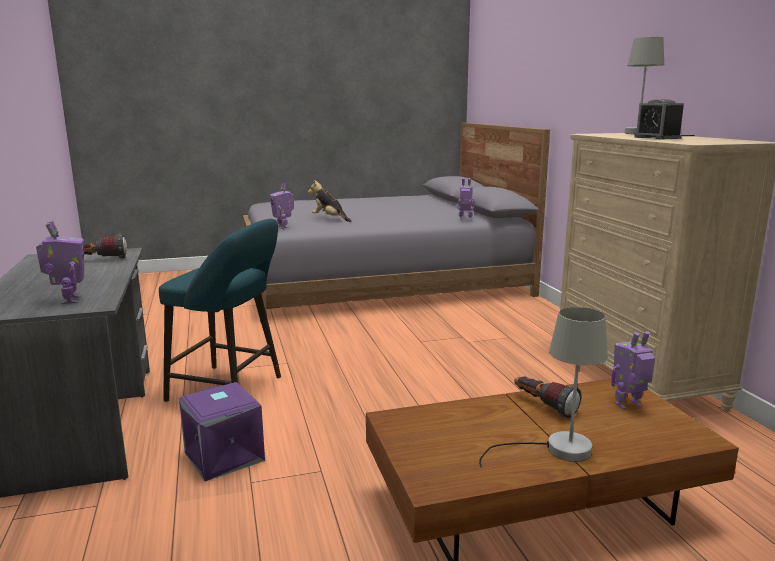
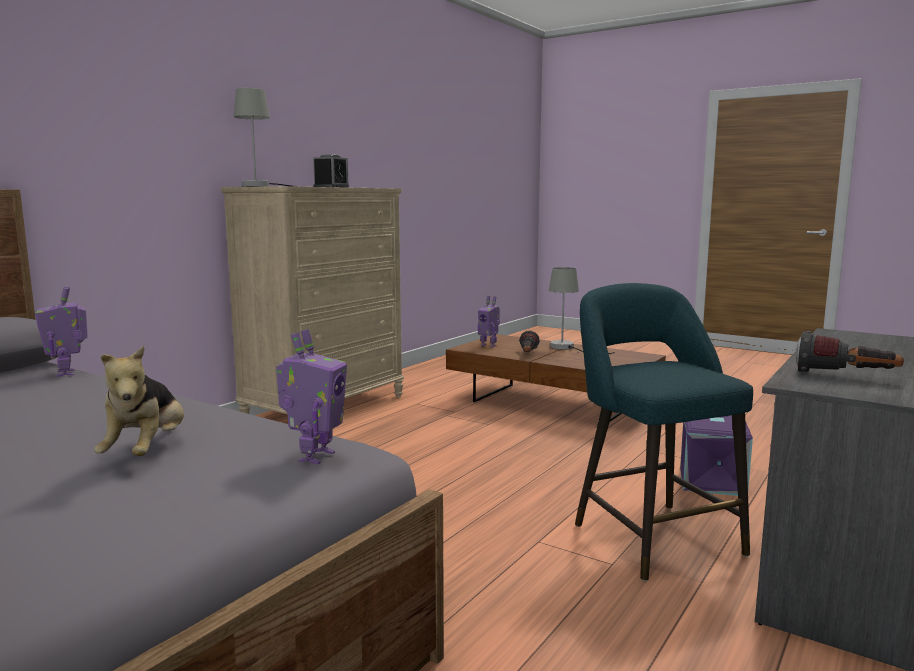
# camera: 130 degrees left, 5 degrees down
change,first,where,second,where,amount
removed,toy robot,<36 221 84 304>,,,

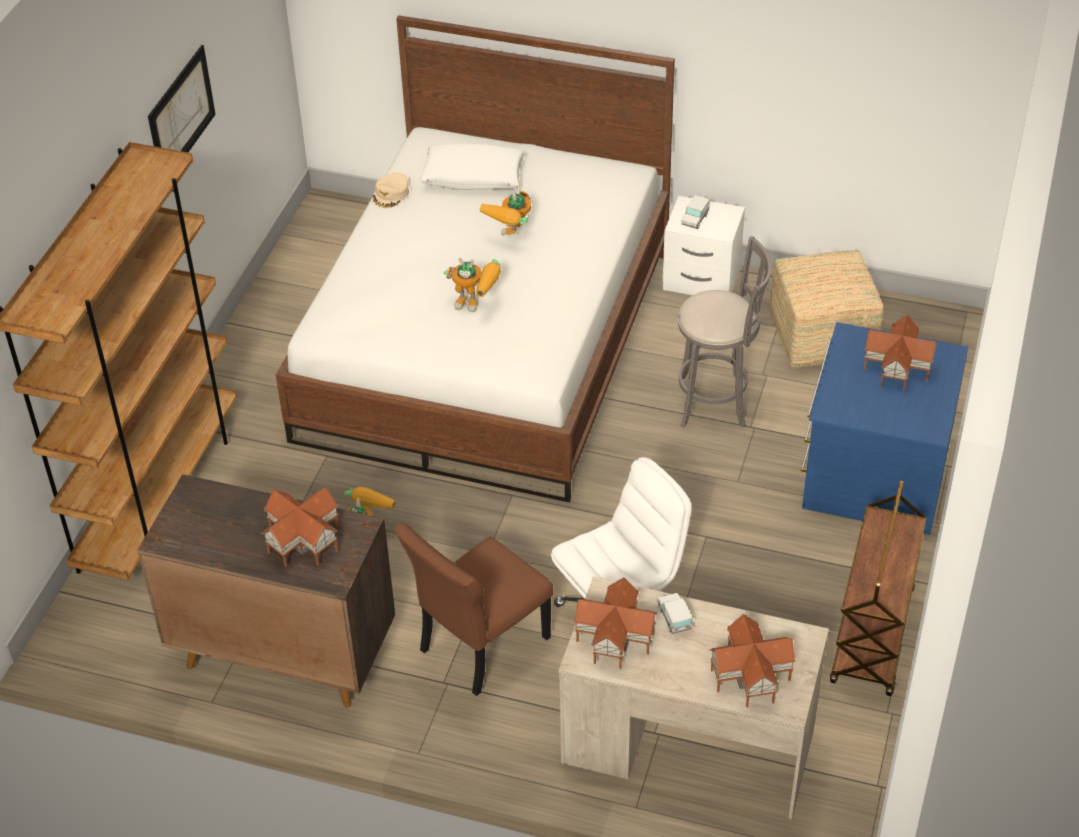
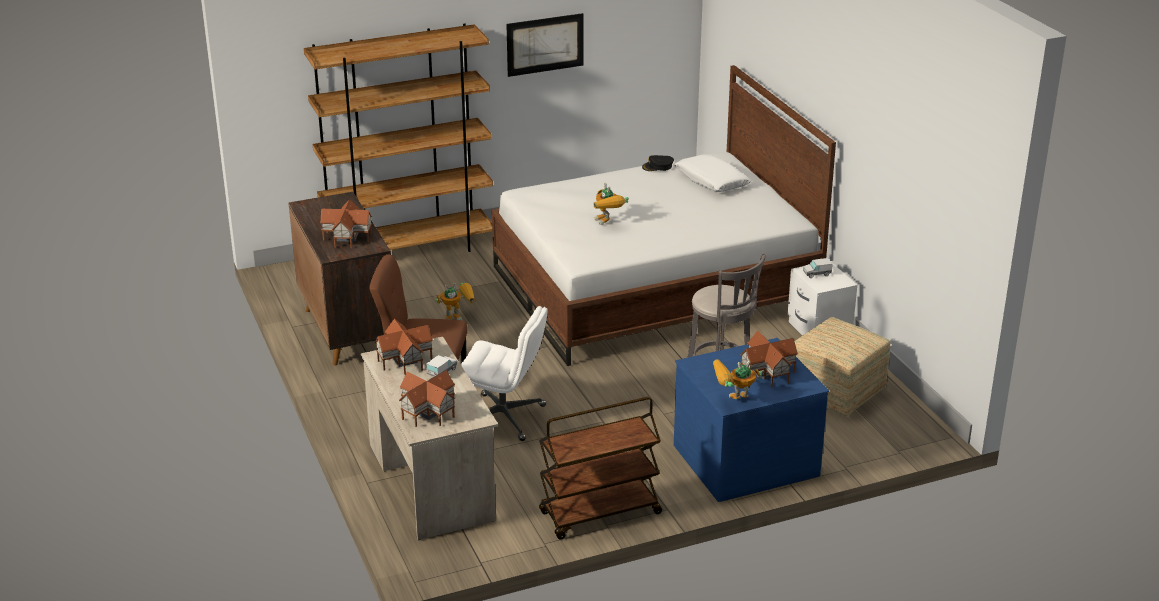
# camera: 50 degrees right, 15 degrees down
change,first,where,second,where,amount
moved,toy robot,<480 186 531 236>,,<713 359 762 399>,
recoloured,beige cap,<372 173 409 208>,black cap,<642 155 674 171>,

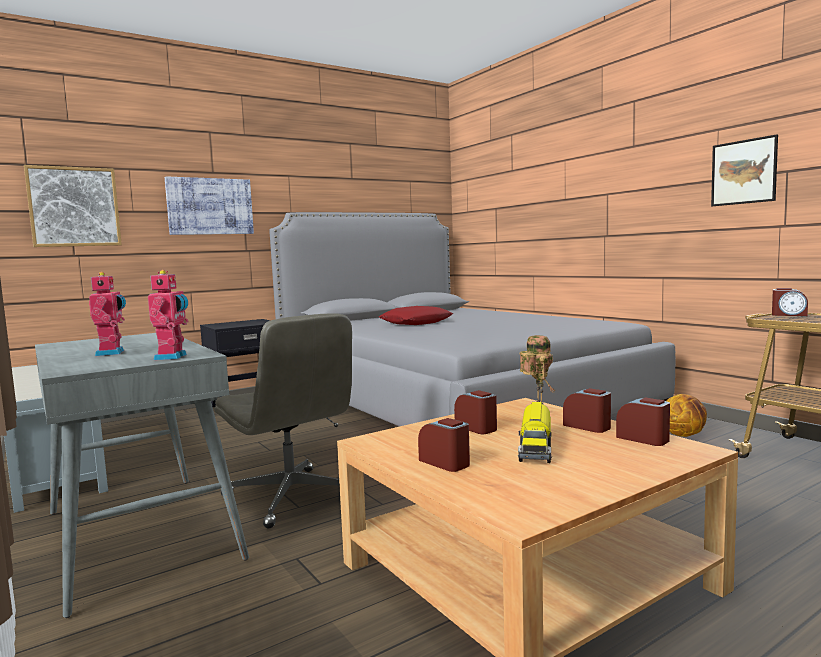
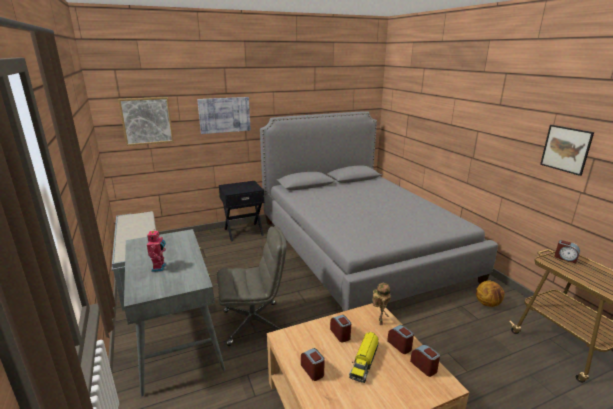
# camera: 10 degrees right, 15 degrees up
change,first,where,second,where,amount
removed,toy robot,<148 270 189 360>,,,
removed,red pillow,<379 306 453 325>,,,
turned,grey office chair,<214 313 352 528>,,<217 226 287 346>,75 degrees counterclockwise

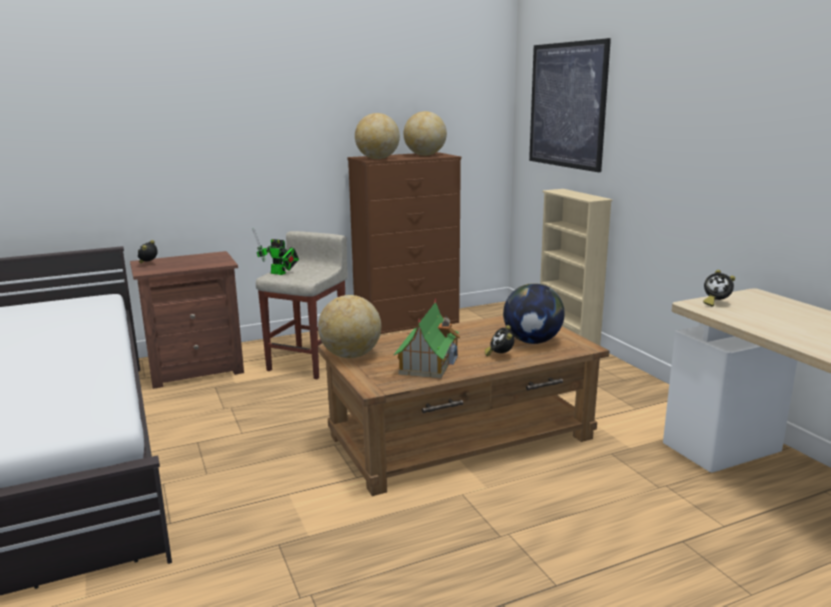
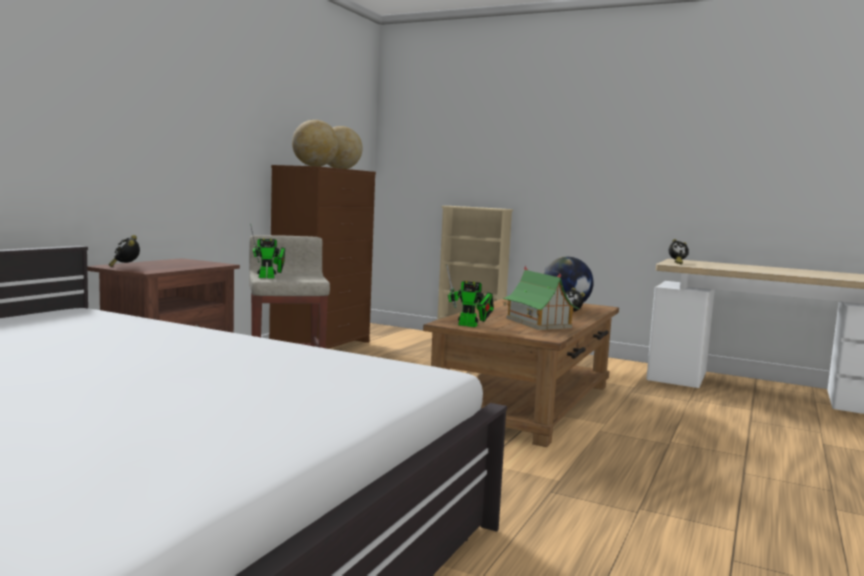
# camera: 40 degrees left, 10 degrees down
change,first,where,second,where,amount
removed,picture,<529 38 611 172>,,,
replaced,globe,<318 295 381 358>,toy robot,<446 265 494 327>,

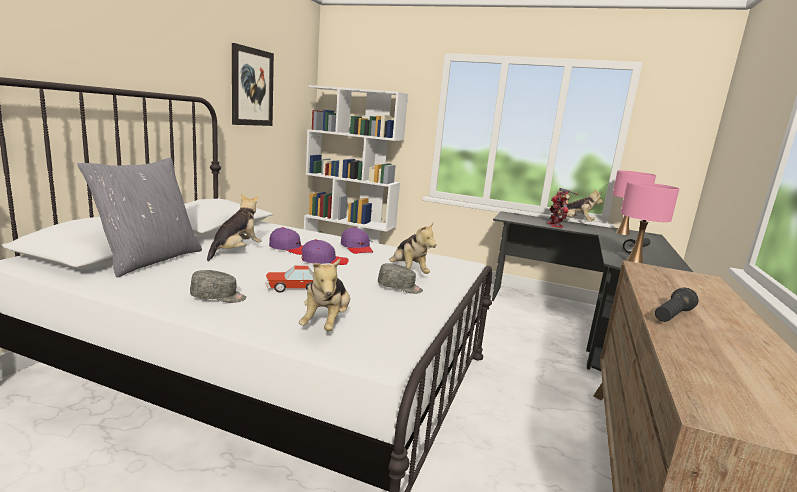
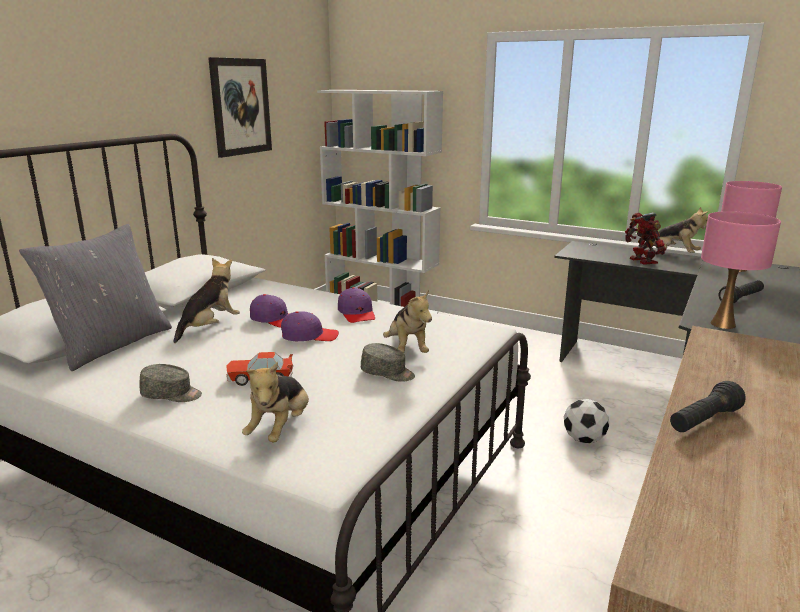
# camera: 10 degrees right, 5 degrees up
change,first,where,second,where,amount
added,,,football,<564 399 609 443>,
turned,toy robot,<547 188 579 228>,,<625 212 666 265>,150 degrees clockwise

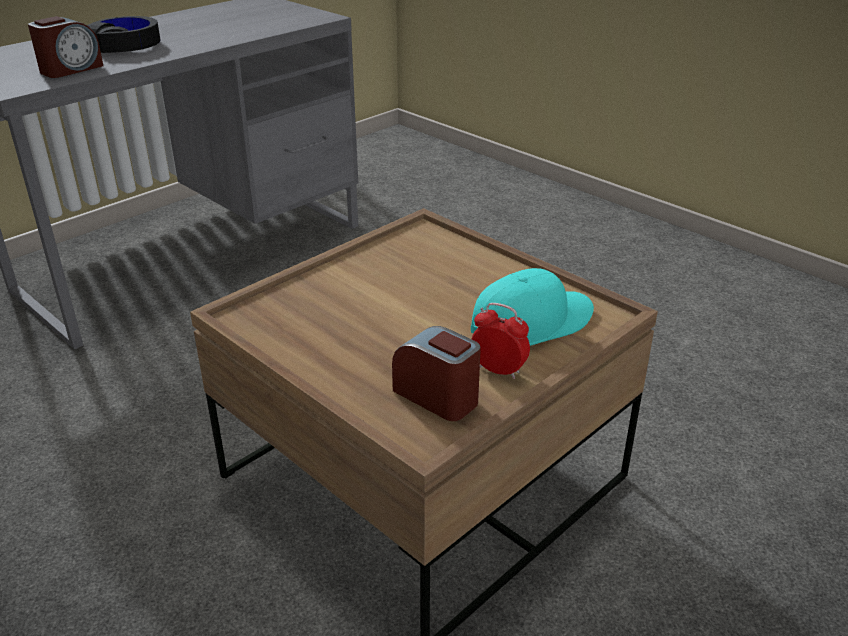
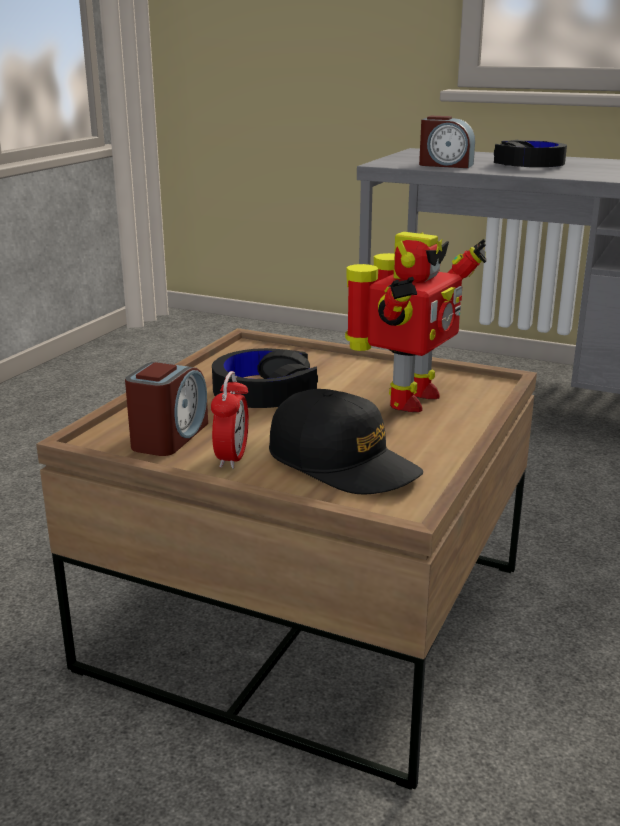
# camera: 70 degrees right, 10 degrees down
change,first,where,second,where,amount
added,,,black headphones,<212 348 318 408>,
added,,,toy robot,<345 232 486 412>,
recoloured,turquoise cap,<471 268 594 346>,black cap,<269 389 423 495>,

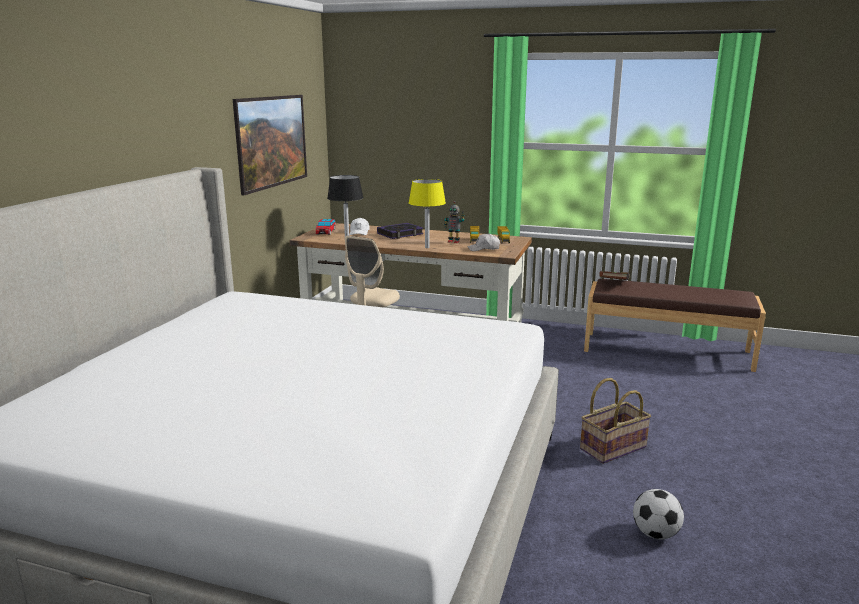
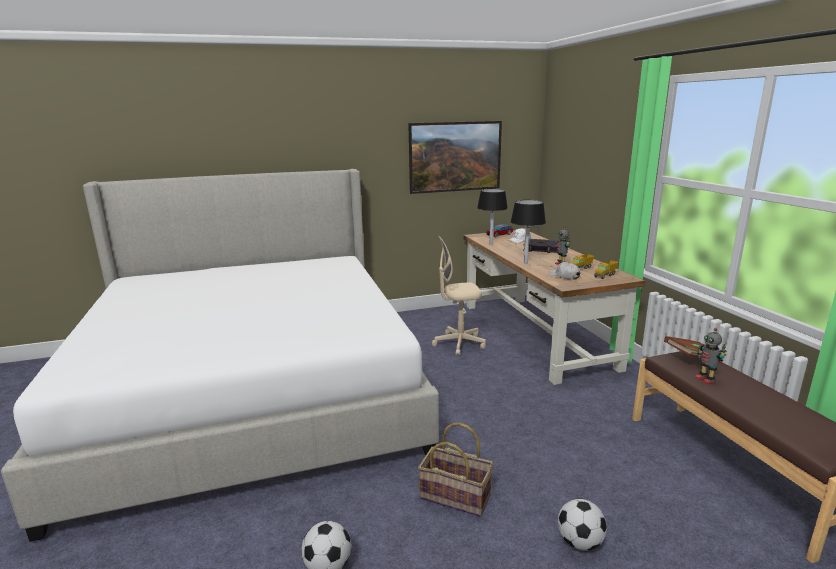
# camera: 55 degrees right, 0 degrees up
change,first,where,second,where,amount
added,,,football,<558 499 607 551>,
added,,,toy robot,<696 328 726 384>,
recoloured,yellow table lamp,<409 179 446 248>,black table lamp,<510 200 546 264>,

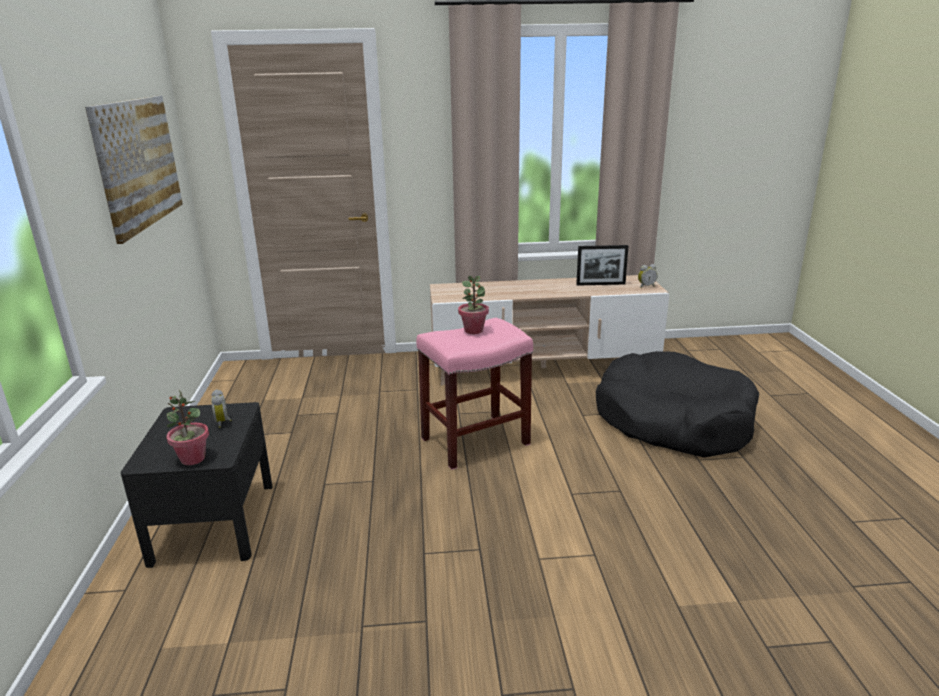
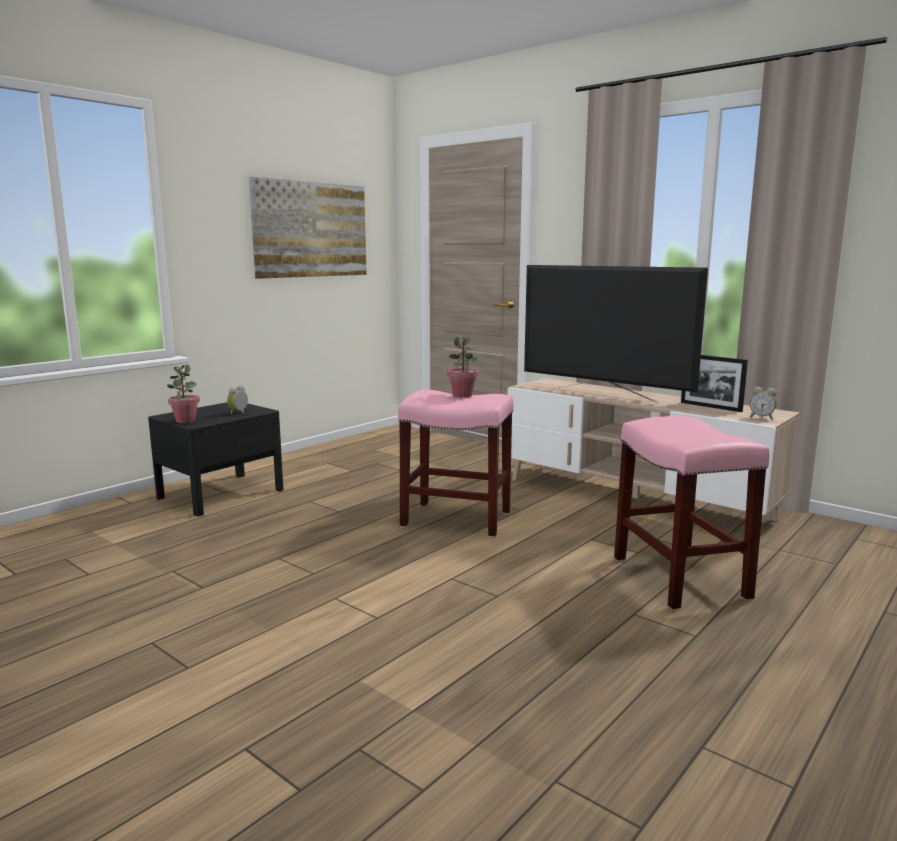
# camera: 45 degrees right, 10 degrees down
change,first,where,second,where,amount
added,,,television,<524 265 708 403>,
replaced,black dog bed,<596 351 759 457>,pink stool,<614 416 770 610>,

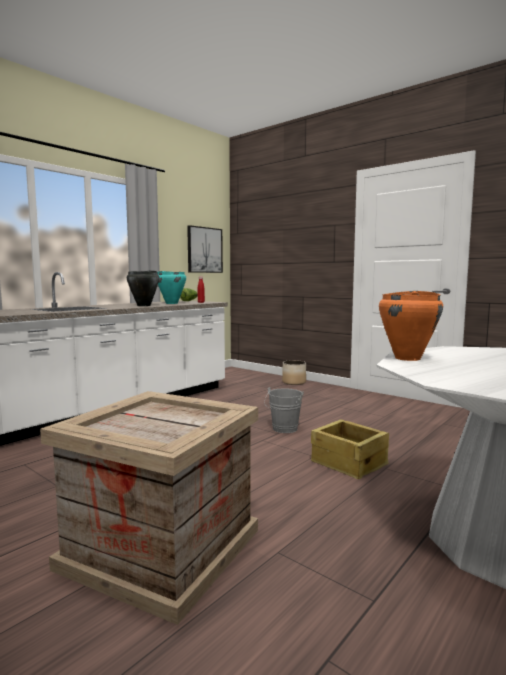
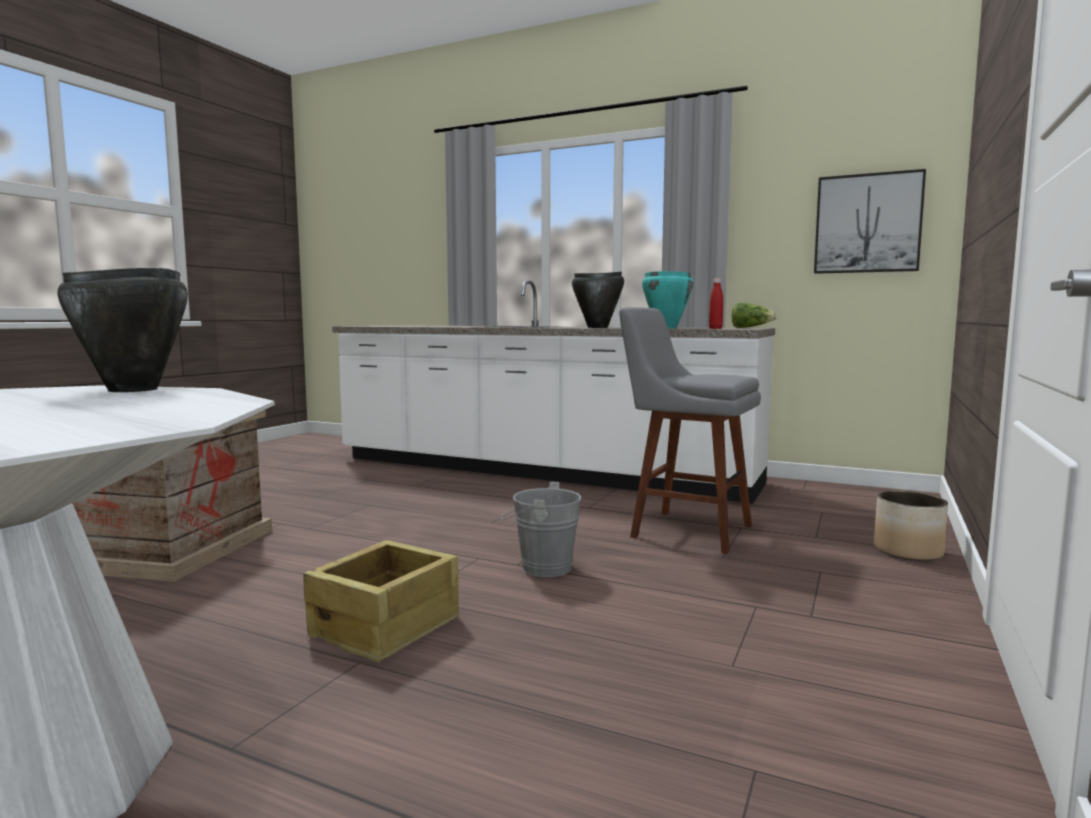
# camera: 75 degrees right, 0 degrees up
change,first,where,second,where,amount
added,,,grey stool,<619 307 761 554>,
recoloured,orange cooking pot,<379 291 443 361>,black cooking pot,<57 268 188 392>,

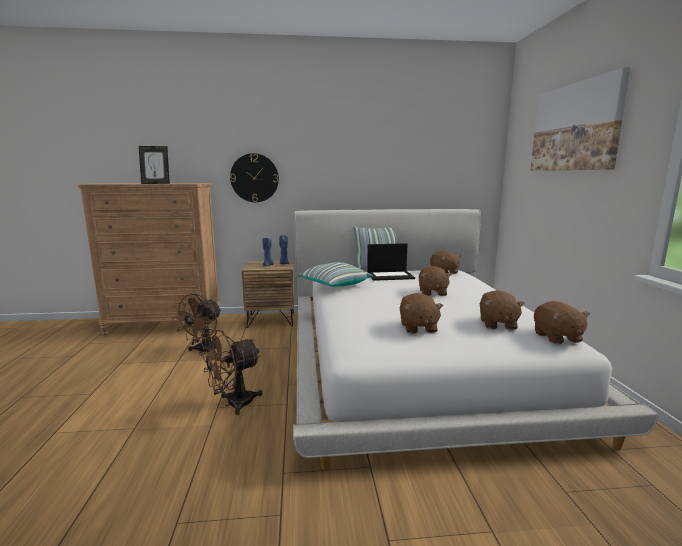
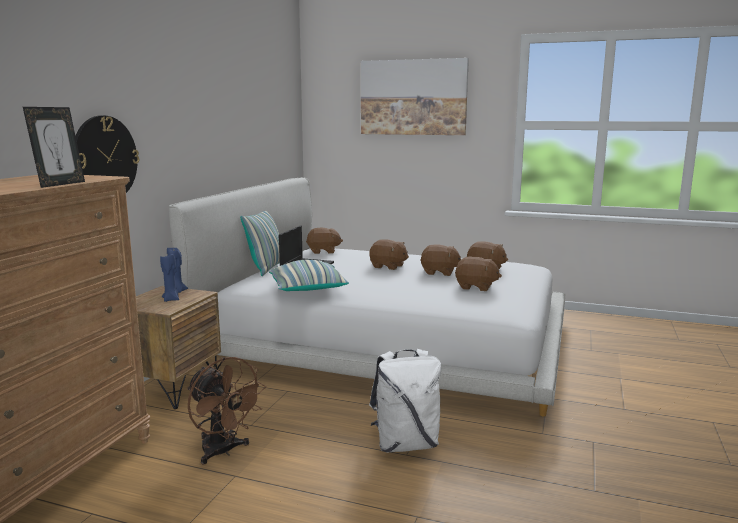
# camera: 65 degrees left, 0 degrees up
change,first,where,second,where,amount
moved,brown plush toy,<534 301 590 344>,,<420 245 461 276>,
replaced,brown fan,<200 329 263 415>,white backpack,<369 349 441 452>,

